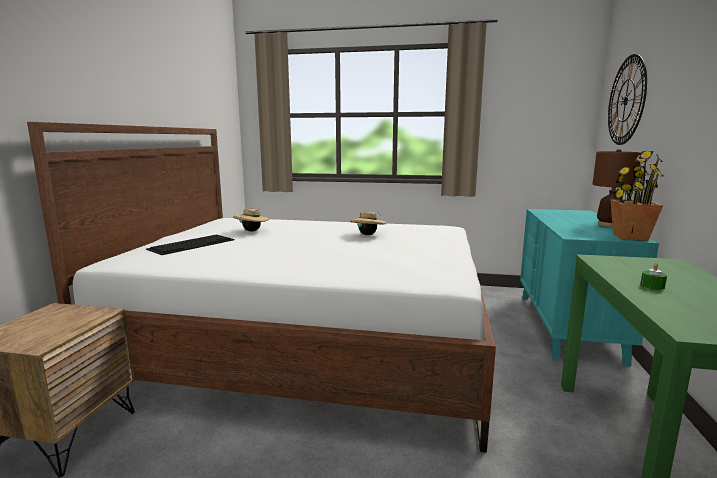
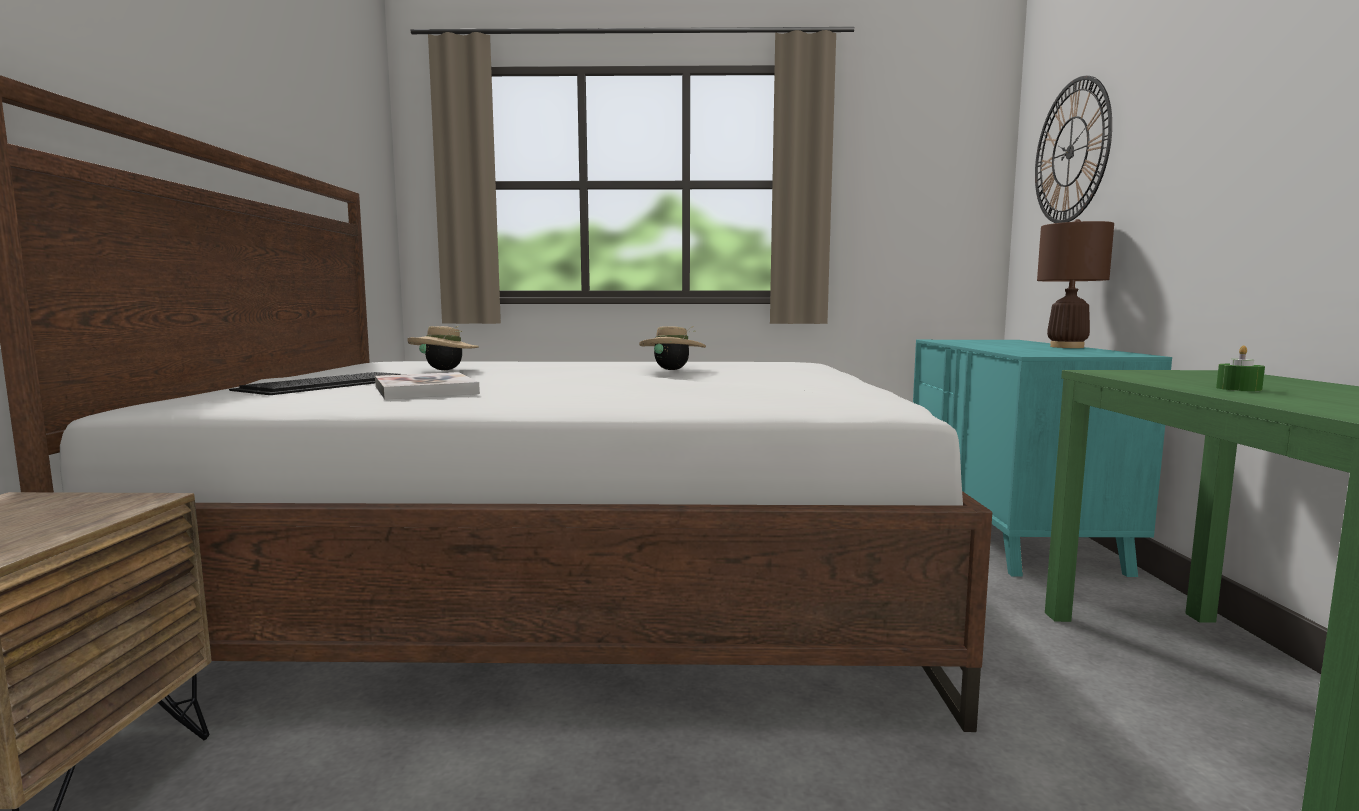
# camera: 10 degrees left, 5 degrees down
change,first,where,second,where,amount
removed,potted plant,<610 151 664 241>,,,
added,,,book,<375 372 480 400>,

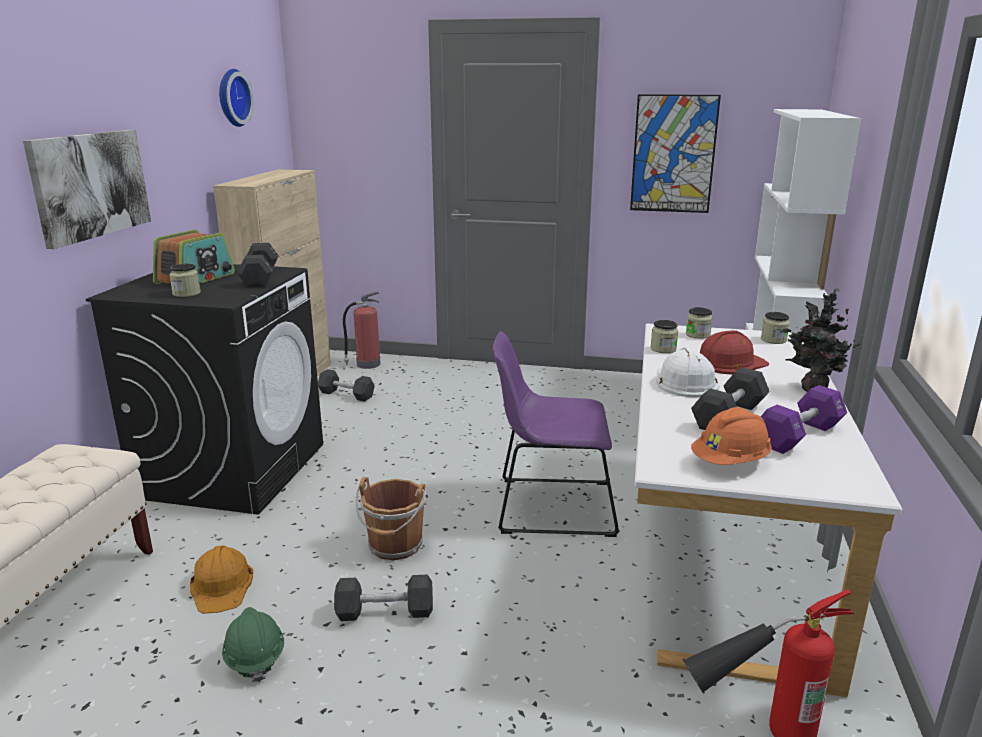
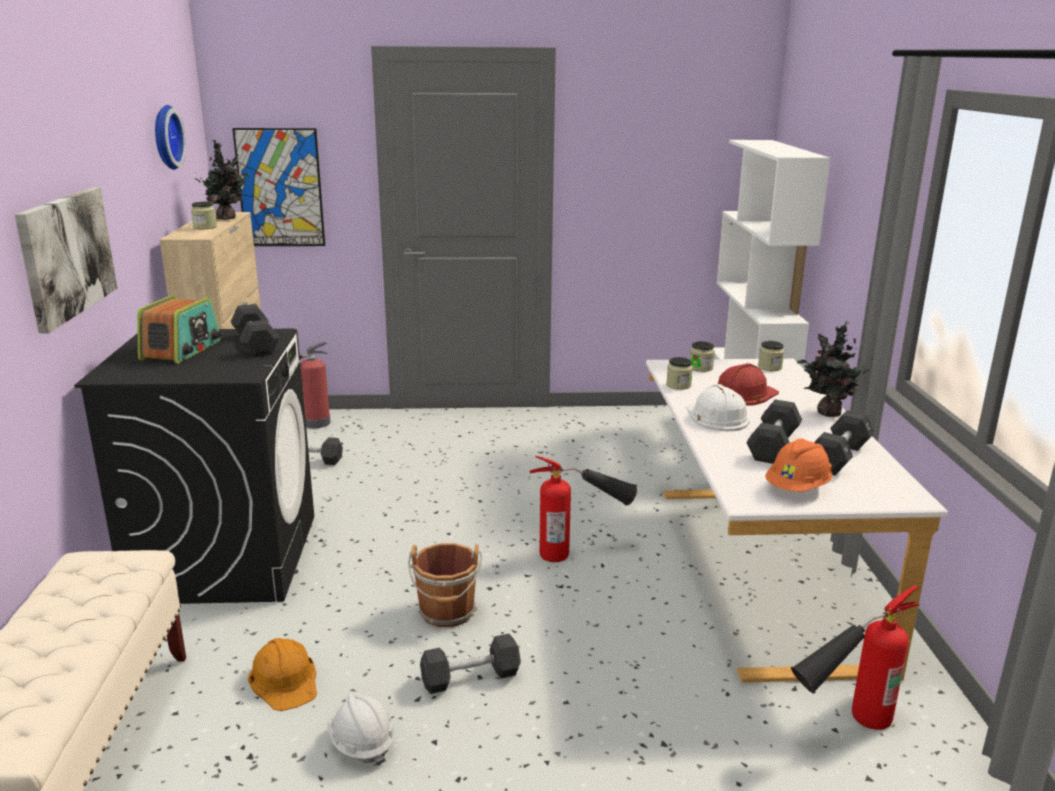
# camera: 15 degrees left, 0 degrees up
change,first,where,second,where,amount
added,,,potted plant,<195 140 250 220>,
moved,jar,<169 264 201 297>,,<191 202 217 229>,
moved,picture,<630 94 721 213>,,<232 128 325 246>,
replaced,purple chair,<493 331 620 537>,fire extinguisher,<529 455 637 562>,
recoloured,green hard hat,<222 607 284 682>,white hard hat,<327 693 395 766>,
recoloured,purple dumbbell,<760 385 847 454>,black dumbbell,<814 410 874 475>,

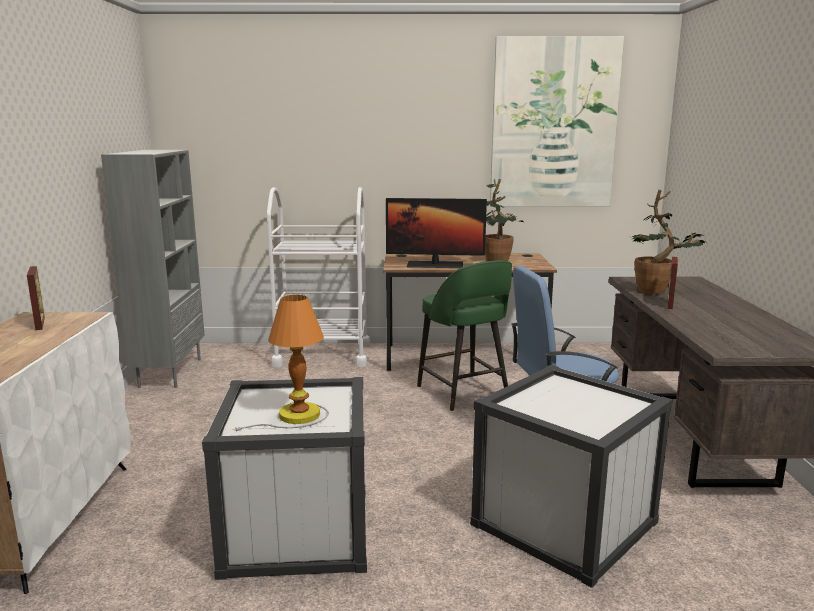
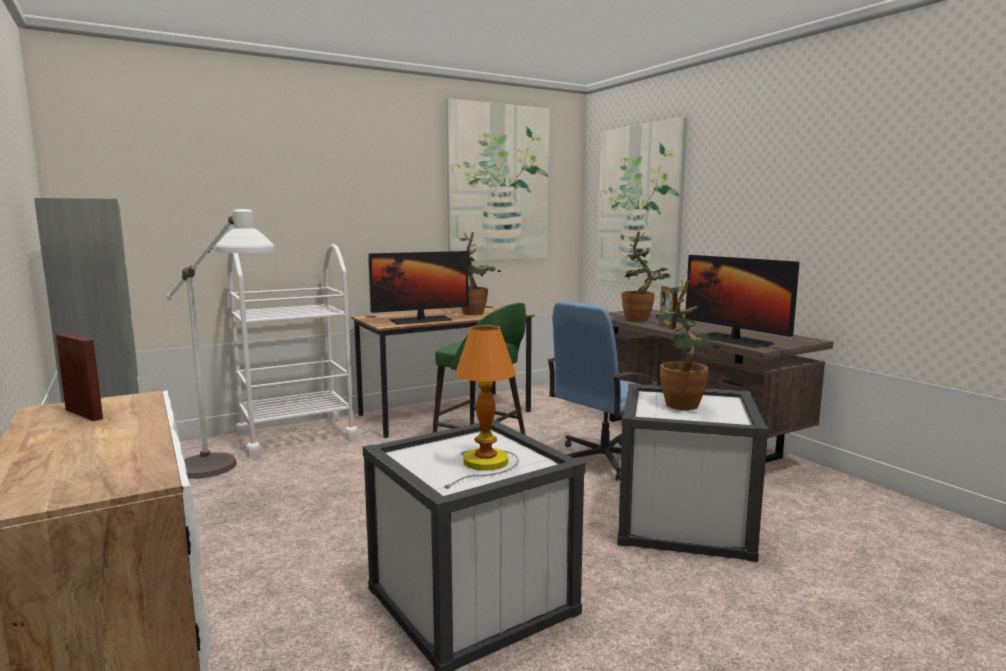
# camera: 30 degrees left, 5 degrees down
change,first,where,second,where,amount
added,,,white floor lamp,<166 209 275 479>,
added,,,picture,<597 117 687 290>,
added,,,potted plant,<656 280 721 410>,
added,,,monitor,<685 255 800 348>,

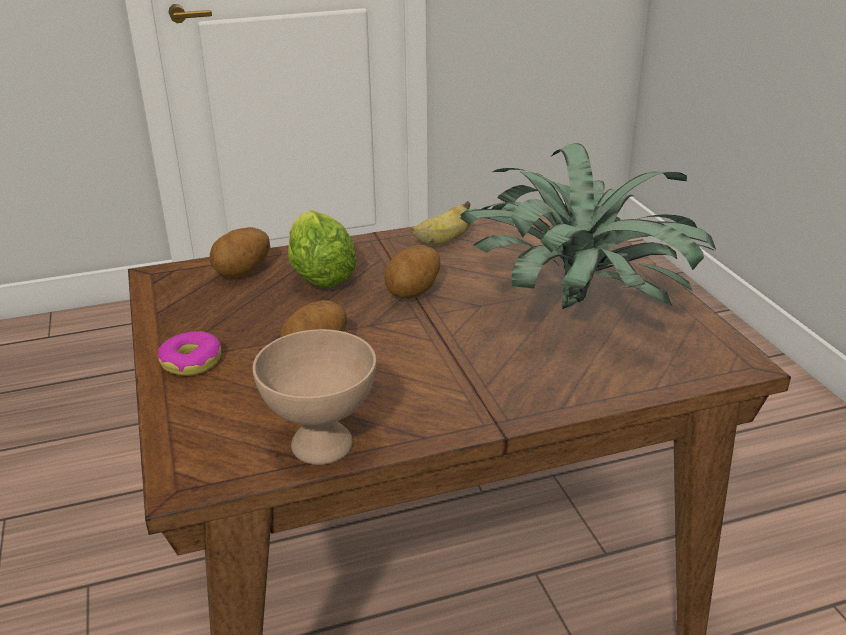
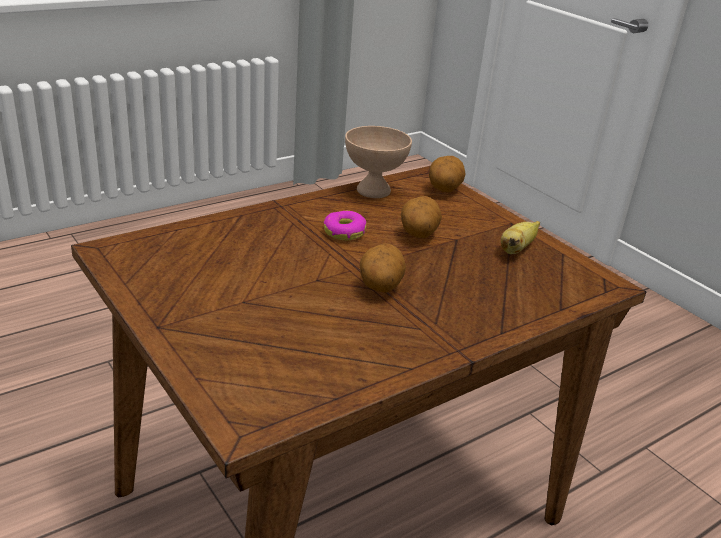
# camera: 160 degrees right, 0 degrees up
change,first,where,second,where,amount
removed,lettuce,<288 210 357 287>,,,
removed,potted plant,<460 143 716 309>,,,
moved,donut,<158 331 221 376>,,<324 211 366 240>,
moved,potato,<209 227 270 277>,,<429 156 465 192>,
moved,banana,<411 201 470 245>,,<501 221 540 254>,

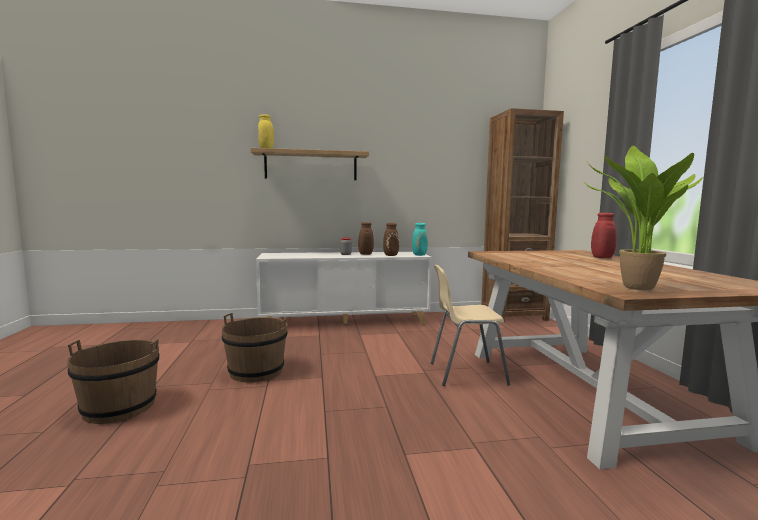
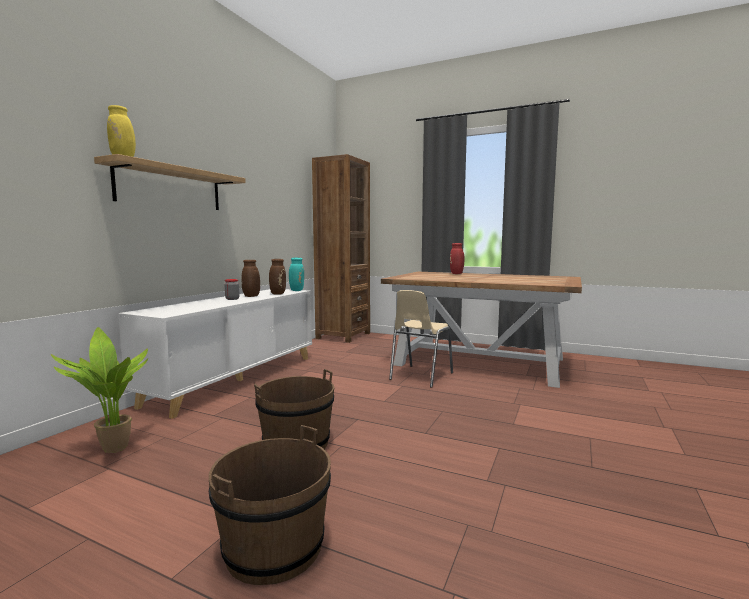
# camera: 55 degrees left, 0 degrees up
change,first,where,second,where,amount
moved,potted plant,<583 146 703 290>,,<51 327 148 453>,

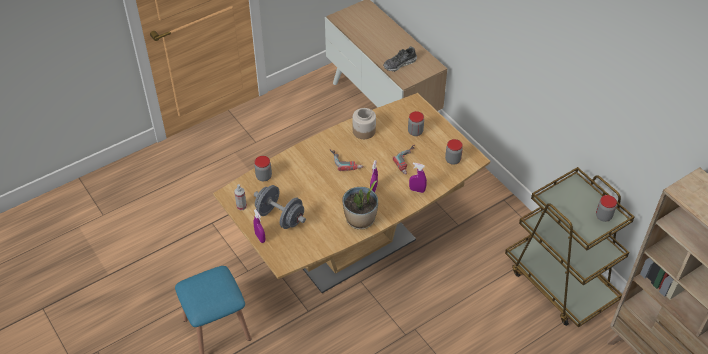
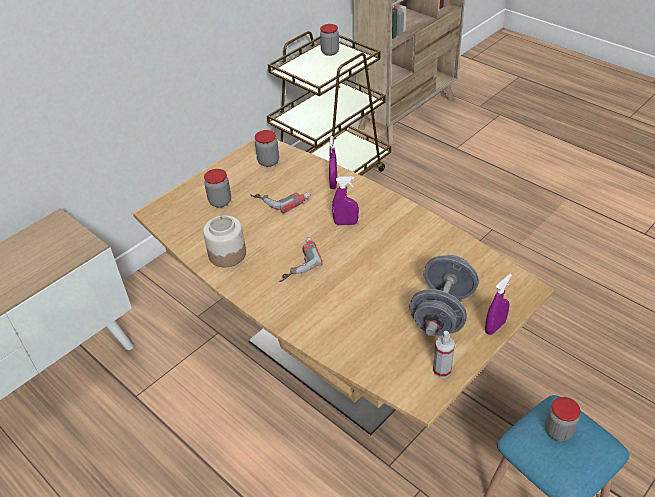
# camera: 100 degrees left, 5 degrees down
change,first,where,second,where,amount
removed,potted plant,<342 181 378 230>,,,
removed,shoe,<383 46 417 72>,,,
moved,jar,<254 156 272 181>,,<545 397 580 442>,

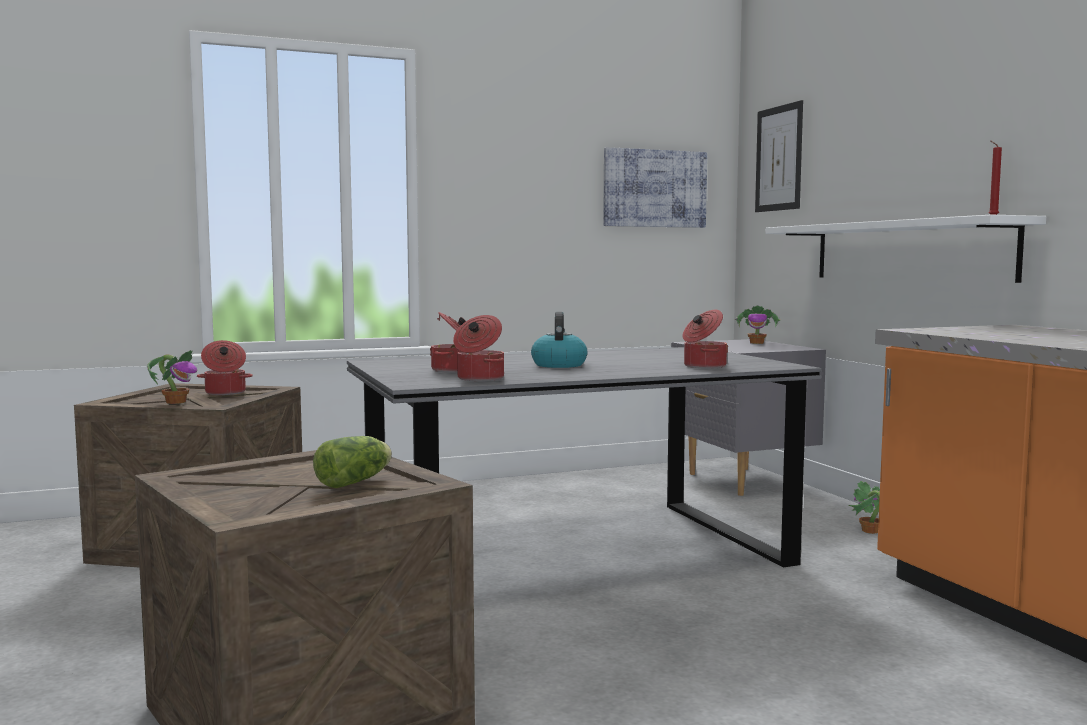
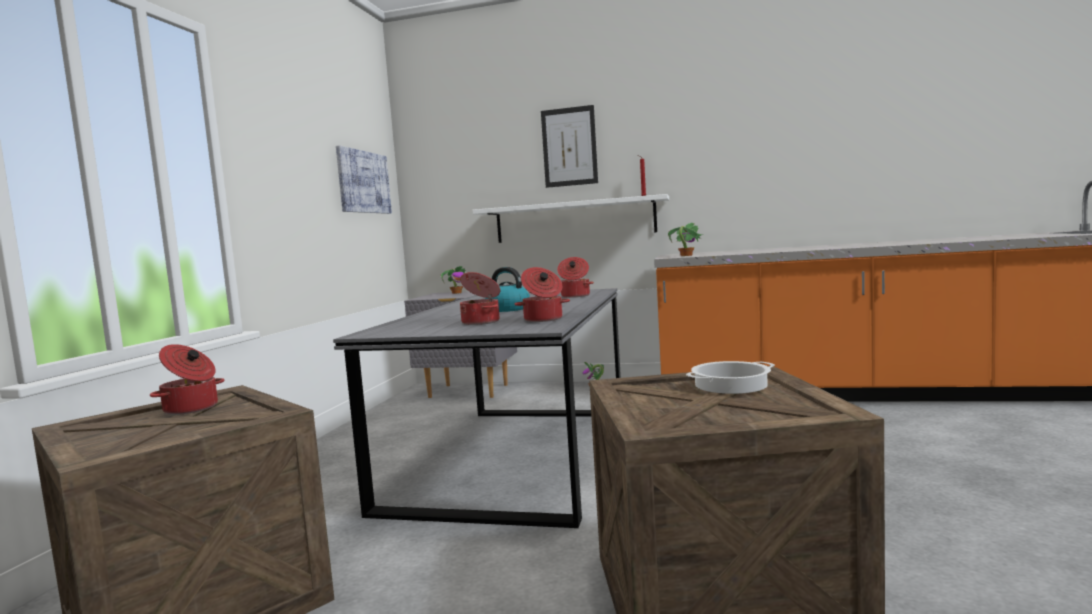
# camera: 55 degrees left, 0 degrees up
change,first,where,second,where,amount
moved,potted plant,<147 350 197 404>,,<668 222 703 256>,
moved,picture,<755 100 803 212>,,<541 105 598 188>,
replaced,lettuce,<313 436 392 488>,cooking pot,<686 361 775 394>,

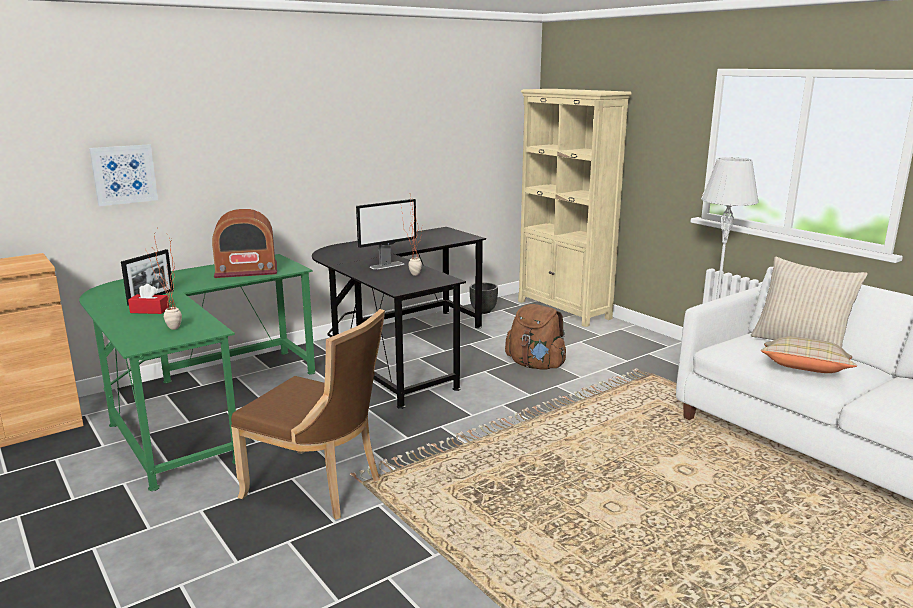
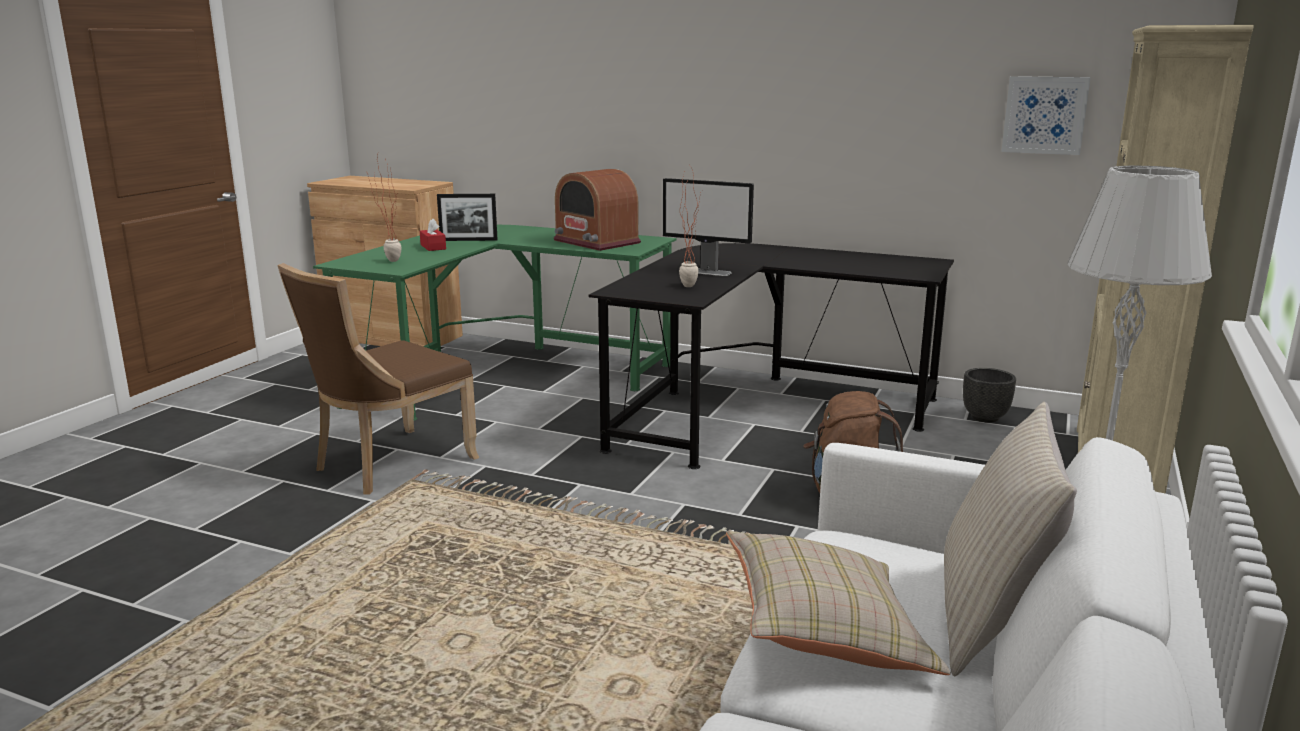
# camera: 60 degrees right, 0 degrees up
change,first,where,second,where,amount
moved,picture,<89 144 158 206>,,<1001 76 1091 155>,
turned,brown chair,<231 309 385 520>,,<277 263 480 495>,45 degrees clockwise

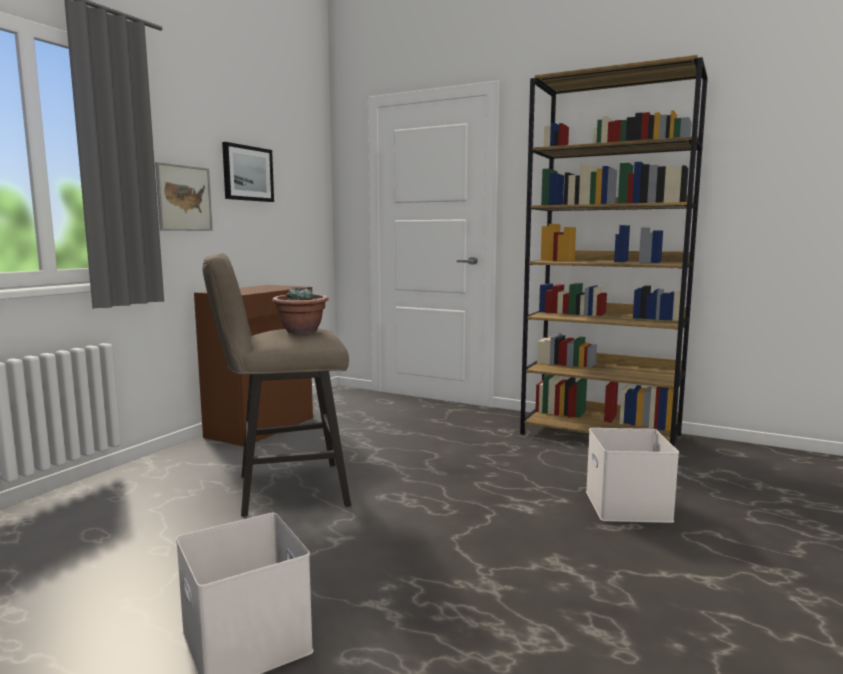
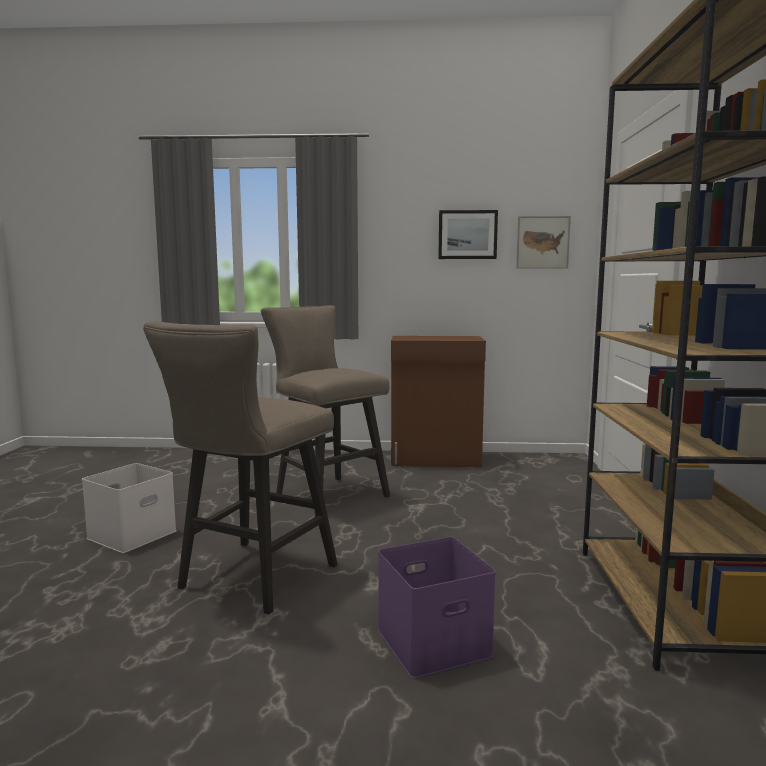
# camera: 65 degrees right, 0 degrees up
change,first,where,second,where,amount
removed,potted plant,<272 287 328 334>,,,
added,,,beige stool,<143 321 337 614>,
moved,picture,<155 162 213 231>,,<516 216 571 269>,
recoloured,white storage box,<586 428 679 523>,purple storage box,<378 537 496 679>,

